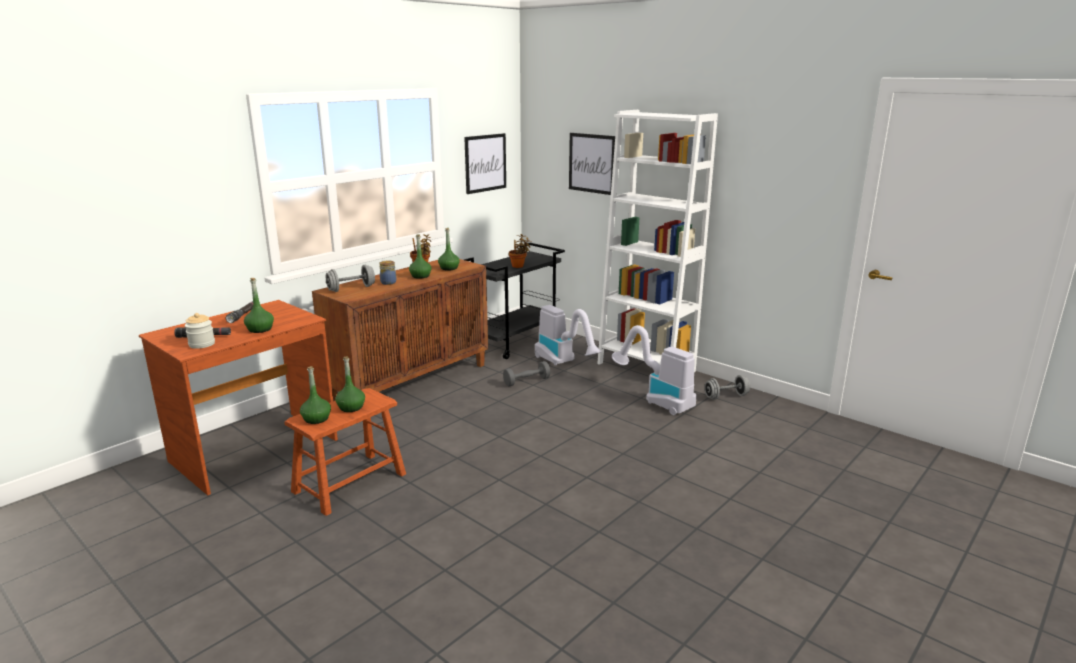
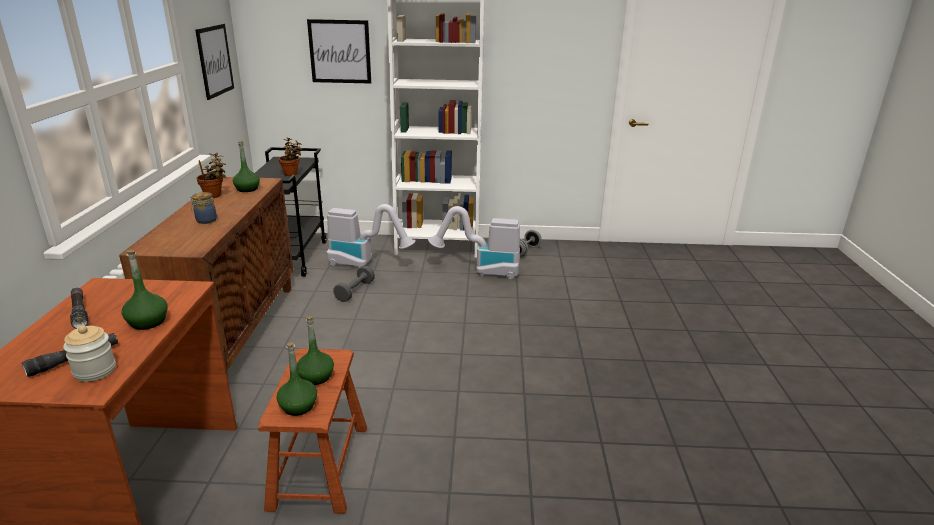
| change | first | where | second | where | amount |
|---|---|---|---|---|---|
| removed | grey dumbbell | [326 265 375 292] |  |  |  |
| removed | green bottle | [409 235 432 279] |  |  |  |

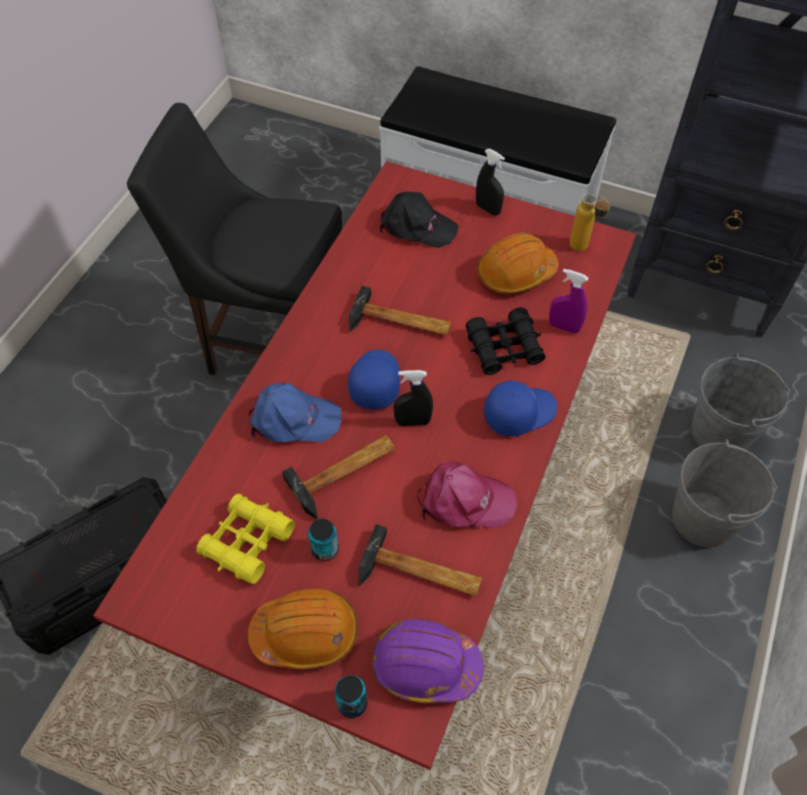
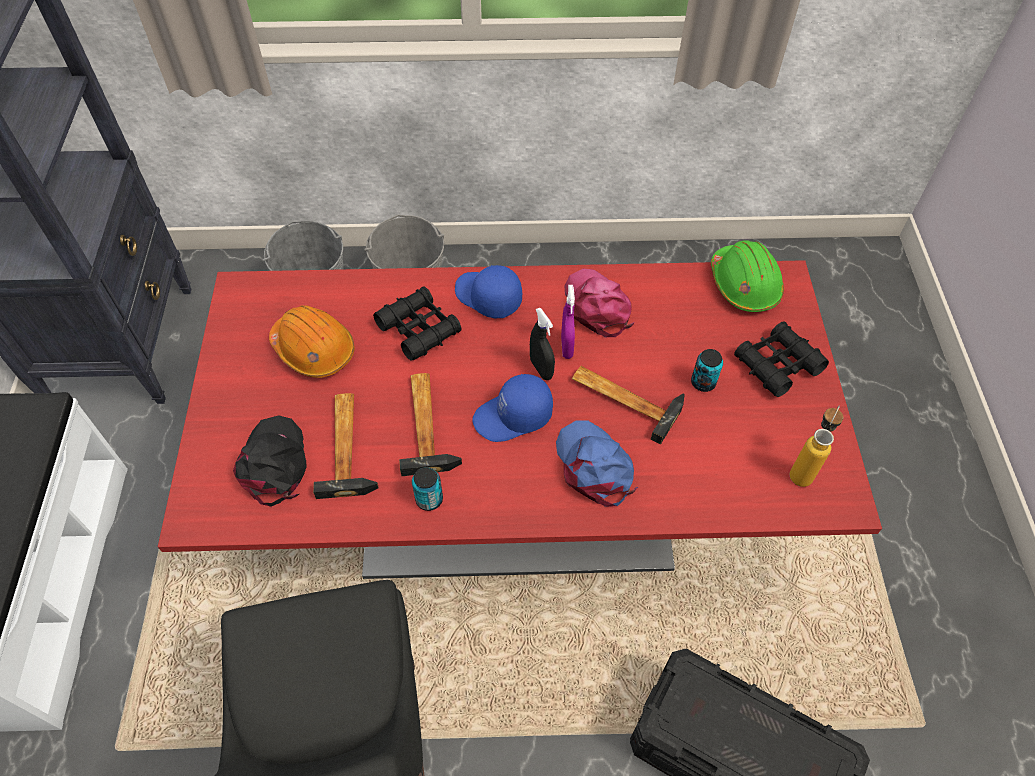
| change | first | where | second | where | amount |
|---|---|---|---|---|---|
| removed | yellow binoculars | [196 494 295 584] |  |  |  |
| removed | black spray bottle | [476 149 505 215] |  |  |  |
| moved | can | [335 675 367 718] |  | [412 467 443 511] |  |
| moved | hammer | [359 524 482 597] |  | [313 393 378 499] |  |
| moved | purple spray bottle | [549 269 588 334] |  | [561 285 575 359] |  |
| moved | bottle | [569 193 610 251] |  | [790 405 844 487] |  |
| replaced | orange hard hat | [248 589 358 669] | black binoculars | [734 321 829 397] |  |
| recoloured | purple hard hat | [372 619 484 703] | green hard hat | [711 240 784 312] |  |

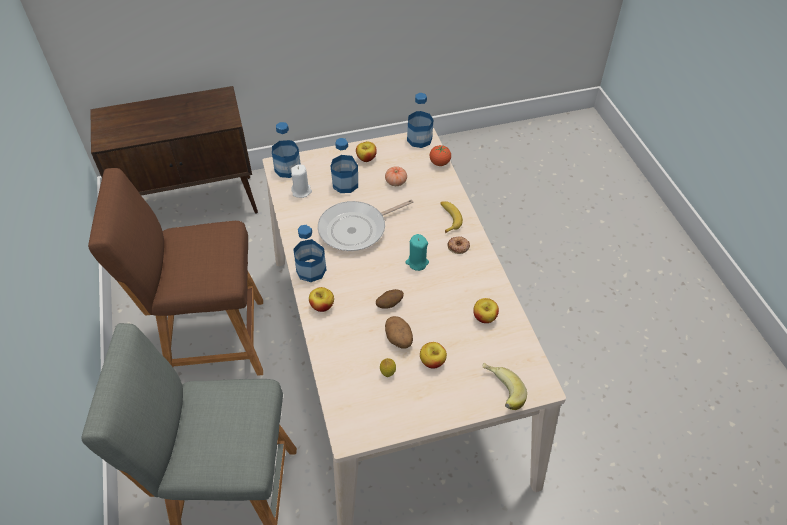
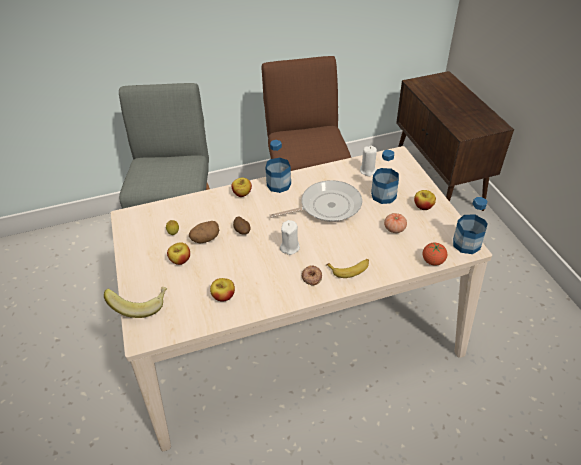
| change | first | where | second | where | amount |
|---|---|---|---|---|---|
| removed | bottle | [272 122 301 178] |  |  |  |
| recoloured | turquoise candle | [405 234 429 271] | white candle | [280 220 300 255] |  |
| turned | frying pan | [318 200 413 251] |  | [270 180 362 222] | 105 degrees clockwise |

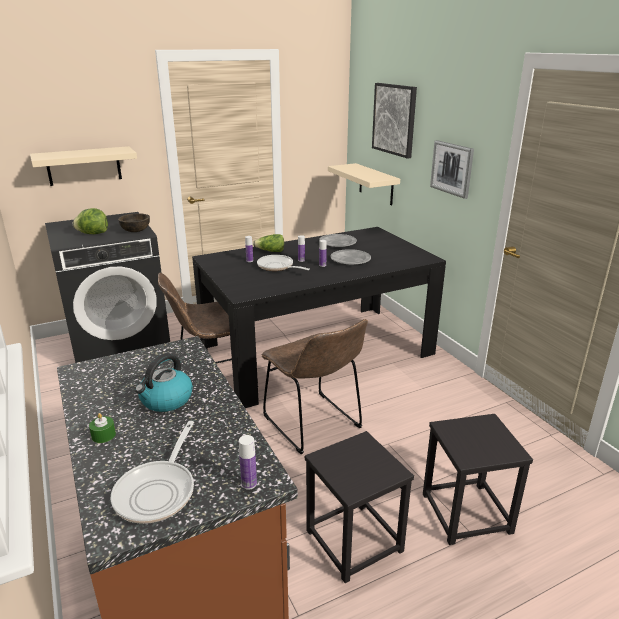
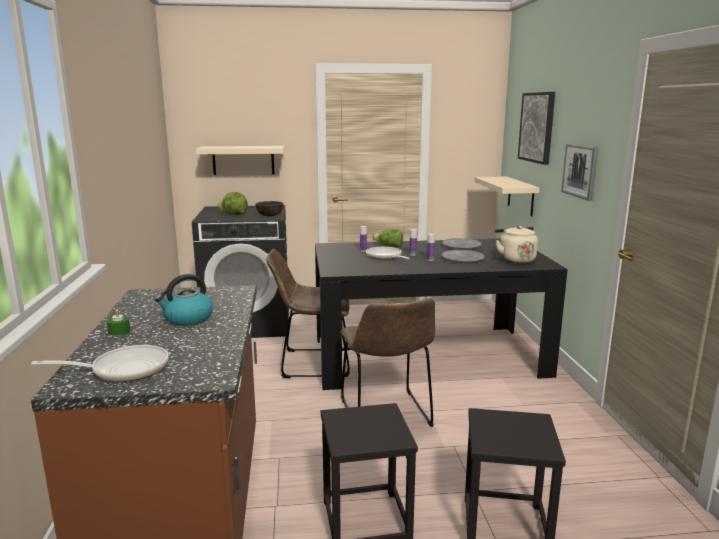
| change | first | where | second | where | amount |
|---|---|---|---|---|---|
| removed | bottle | [239 435 257 490] |  |  |  |
| added |  |  | beige kettle | [495 226 538 263] |  |
| turned | frying pan | [111 421 194 524] |  | [31 345 169 382] | 135 degrees counterclockwise |

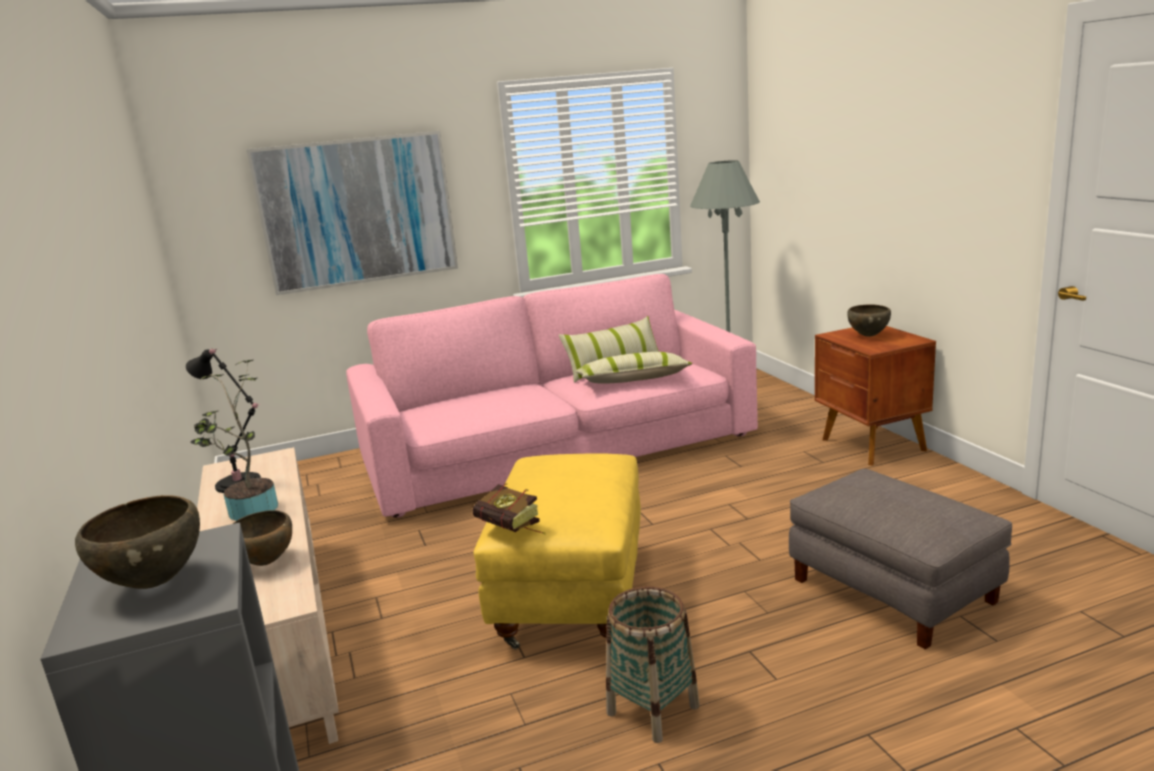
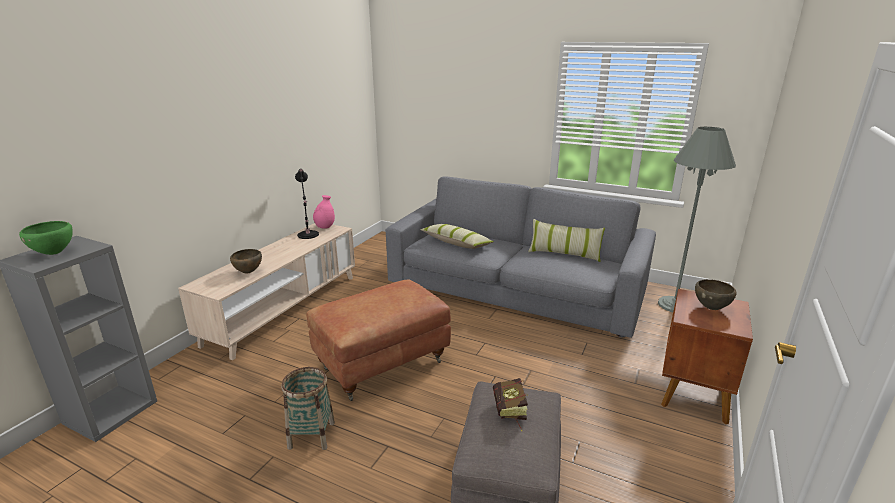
| change | first | where | second | where | amount |
|---|---|---|---|---|---|
| removed | potted plant | [190 360 278 521] |  |  |  |
| removed | picture | [246 131 458 295] |  |  |  |
| added |  |  | pink vase | [313 195 335 229] |  |
| moved | book | [472 483 546 534] |  | [493 378 528 431] |  |
| moved | pillow | [576 352 693 384] |  | [420 224 494 249] |  |
| recoloured | brown bowl | [75 495 200 589] | green bowl | [19 221 73 255] |  |
| recoloured | pink sofa | [346 274 758 518] | grey sofa | [386 177 656 338] |  |
| recoloured | yellow ottoman | [473 453 641 649] | brown ottoman | [306 280 451 401] |  |

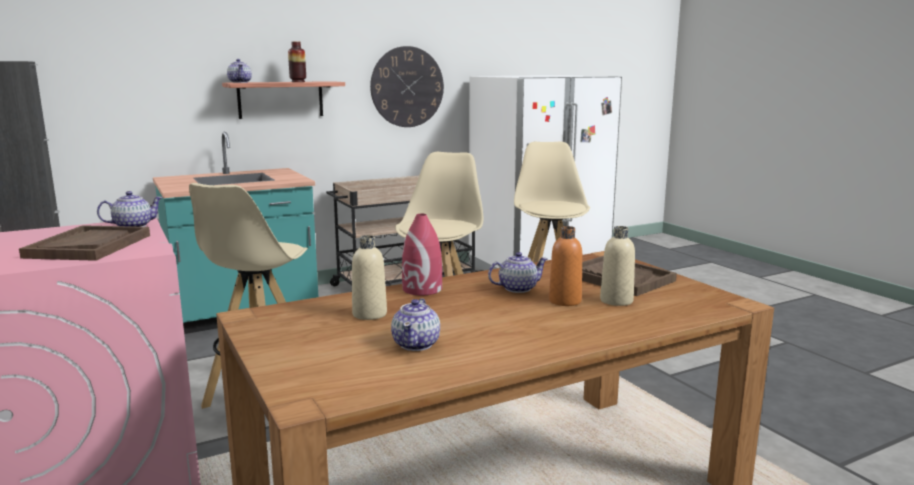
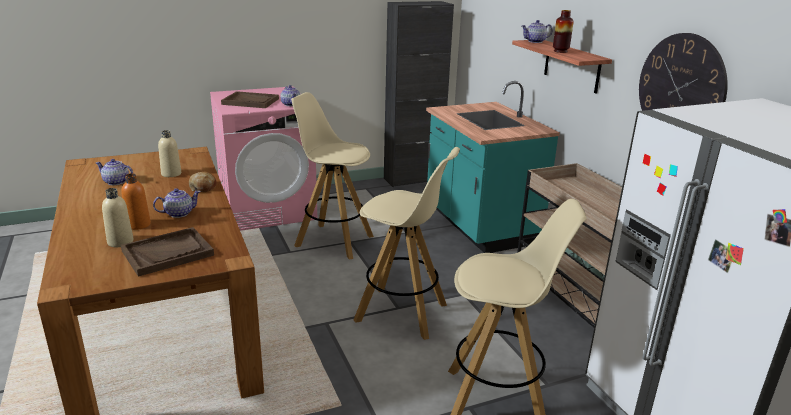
| change | first | where | second | where | amount |
|---|---|---|---|---|---|
| replaced | red vase | [402 214 442 295] | bread | [189 171 217 192] |  |
| turned | teapot | [488 252 548 293] |  | [153 188 201 218] | 105 degrees counterclockwise |

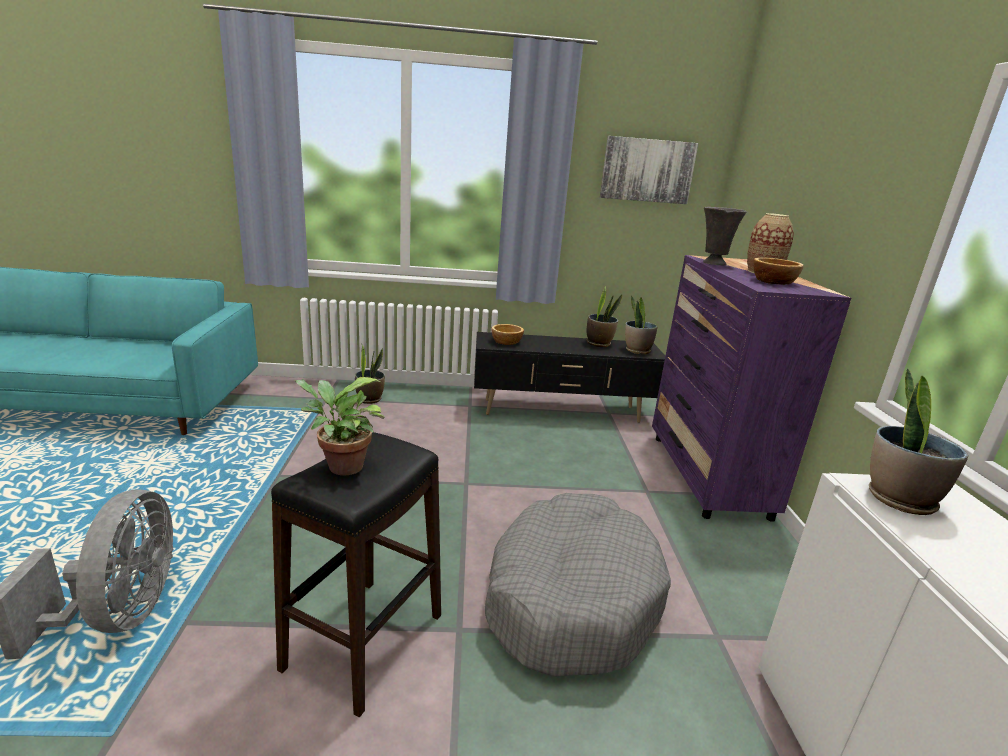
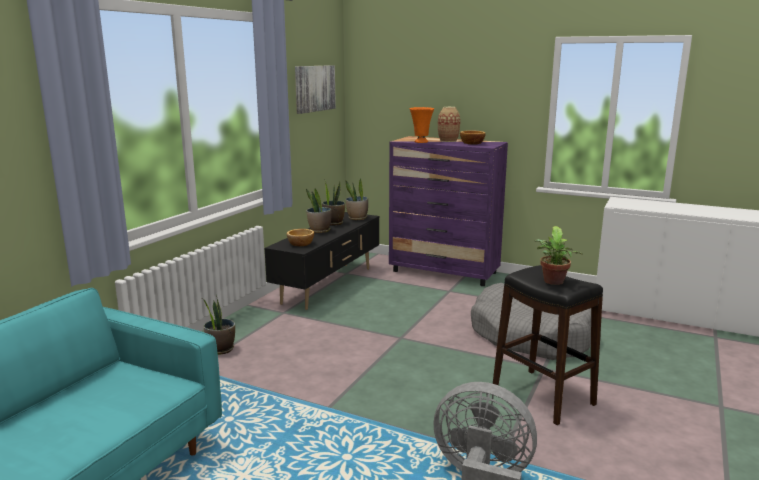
| change | first | where | second | where | amount |
|---|---|---|---|---|---|
| moved | potted plant | [869 368 968 515] |  | [306 188 331 233] |  |
| recoloured | grey vase | [703 207 747 265] | orange vase | [410 107 434 143] |  |

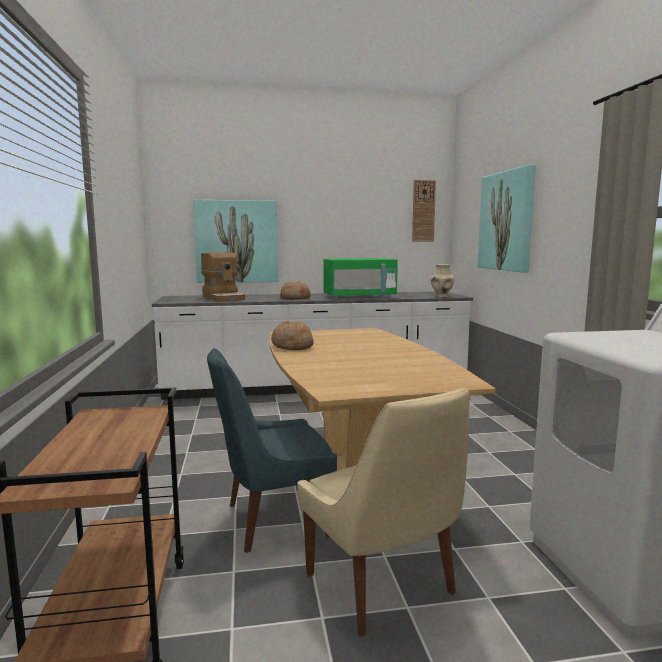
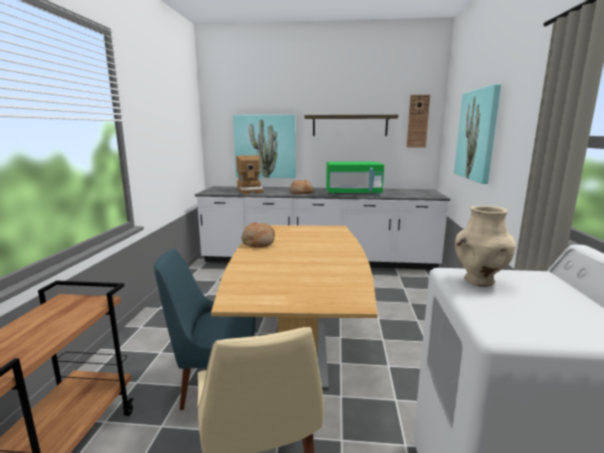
| change | first | where | second | where | amount |
|---|---|---|---|---|---|
| added |  |  | shelf | [304 115 398 136] |  |
| moved | beige vase | [431 264 454 298] |  | [455 206 516 287] |  |

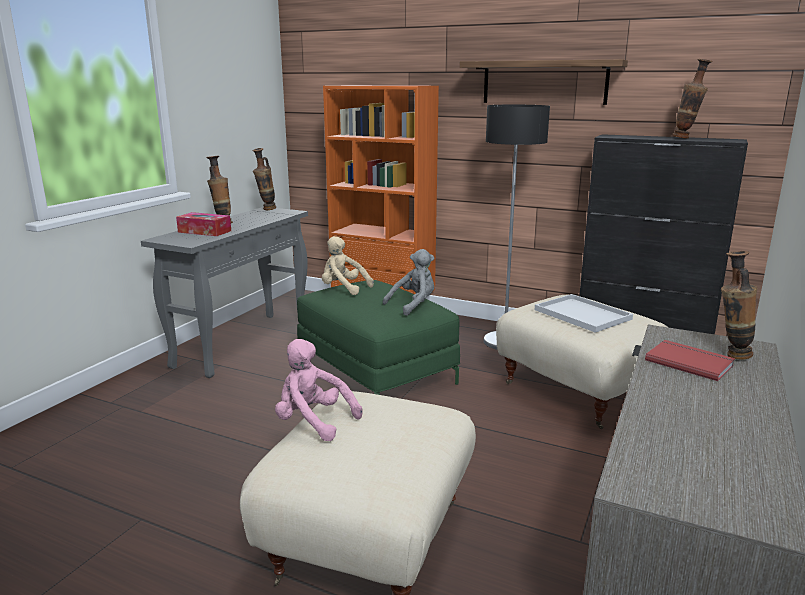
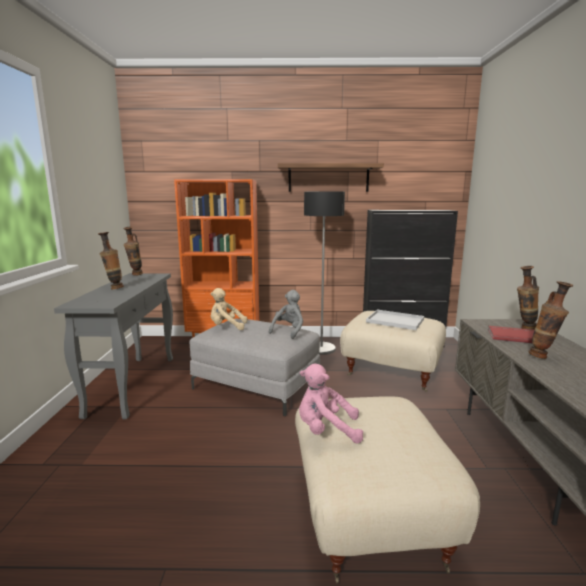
| change | first | where | second | where | amount |
|---|---|---|---|---|---|
| removed | tissue box | [176 212 231 236] |  |  |  |
| moved | vase | [672 59 713 139] |  | [529 281 573 359] |  |
| recoloured | green ottoman | [297 280 460 395] | grey ottoman | [190 319 320 416] |  |

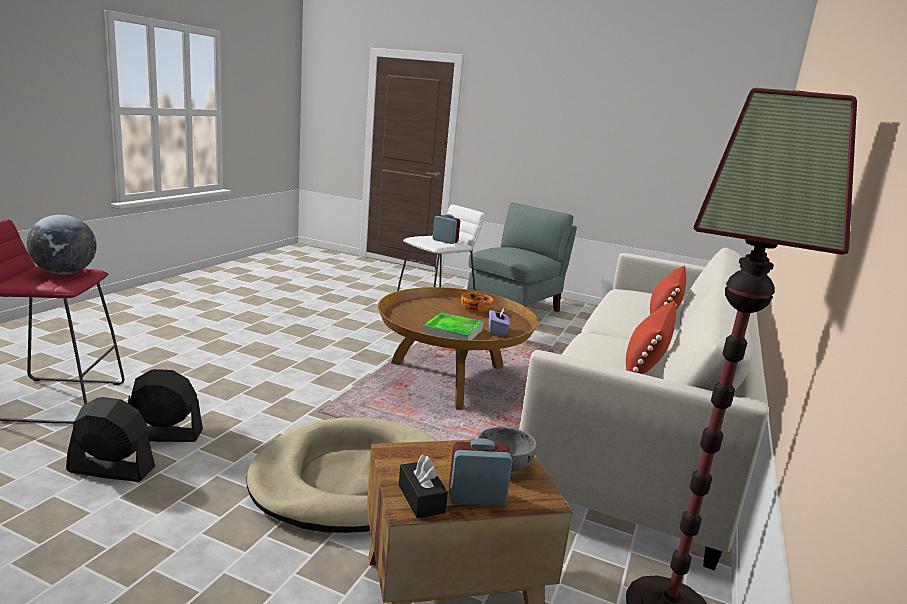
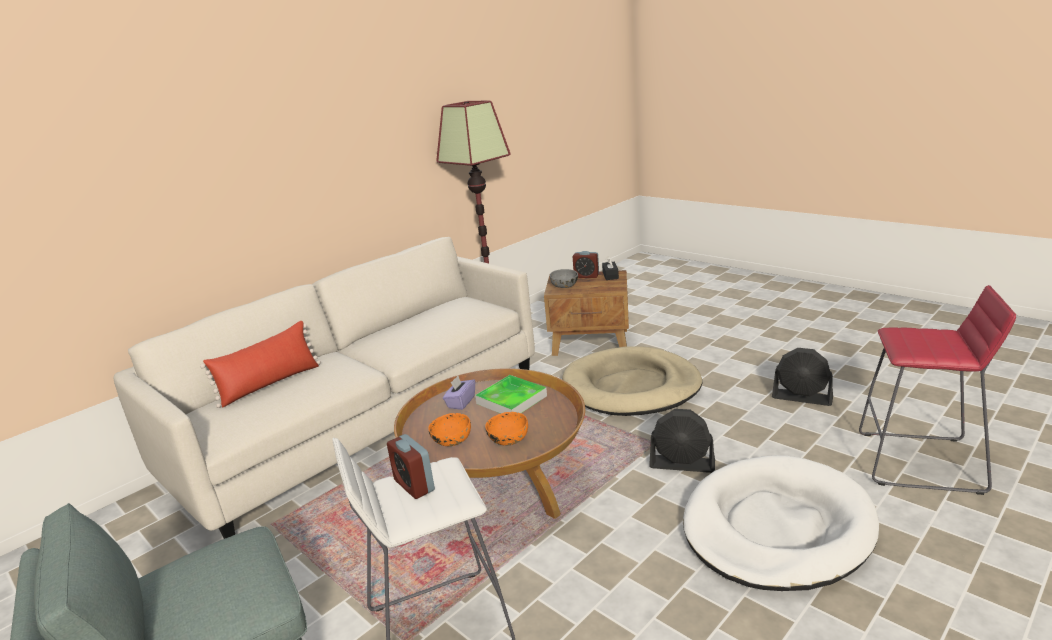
| change | first | where | second | where | amount |
|---|---|---|---|---|---|
| removed | globe | [27 215 97 275] |  |  |  |
| removed | red pillow | [626 301 677 374] |  |  |  |
| added |  |  | orange bowl | [485 412 528 446] |  |
| added |  |  | white dog bed | [683 455 879 591] |  |
| moved | black fan | [128 369 203 442] |  | [649 409 715 473] |  |

